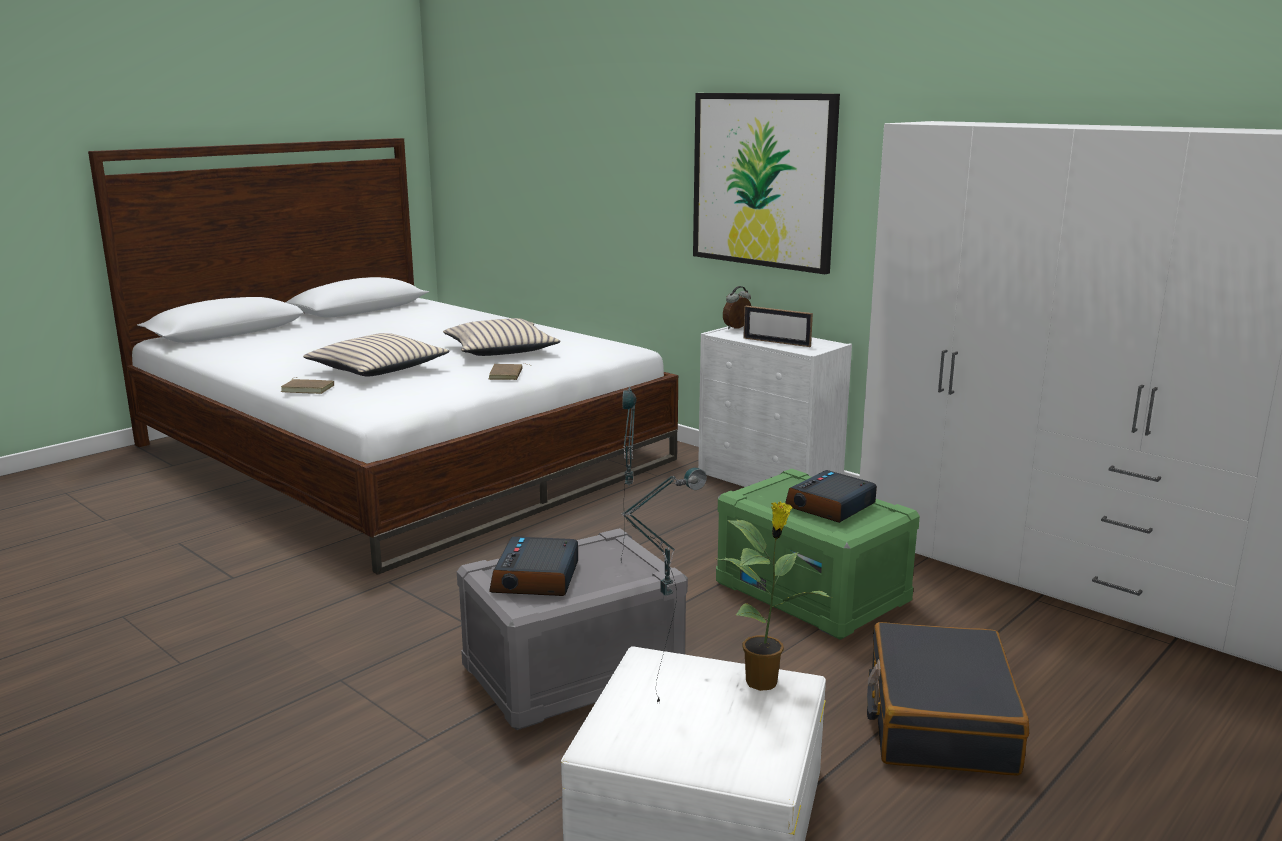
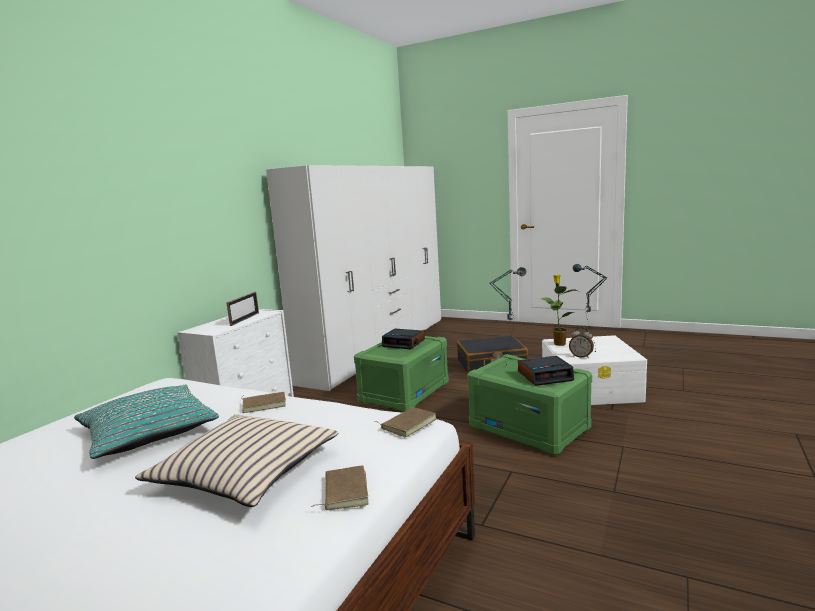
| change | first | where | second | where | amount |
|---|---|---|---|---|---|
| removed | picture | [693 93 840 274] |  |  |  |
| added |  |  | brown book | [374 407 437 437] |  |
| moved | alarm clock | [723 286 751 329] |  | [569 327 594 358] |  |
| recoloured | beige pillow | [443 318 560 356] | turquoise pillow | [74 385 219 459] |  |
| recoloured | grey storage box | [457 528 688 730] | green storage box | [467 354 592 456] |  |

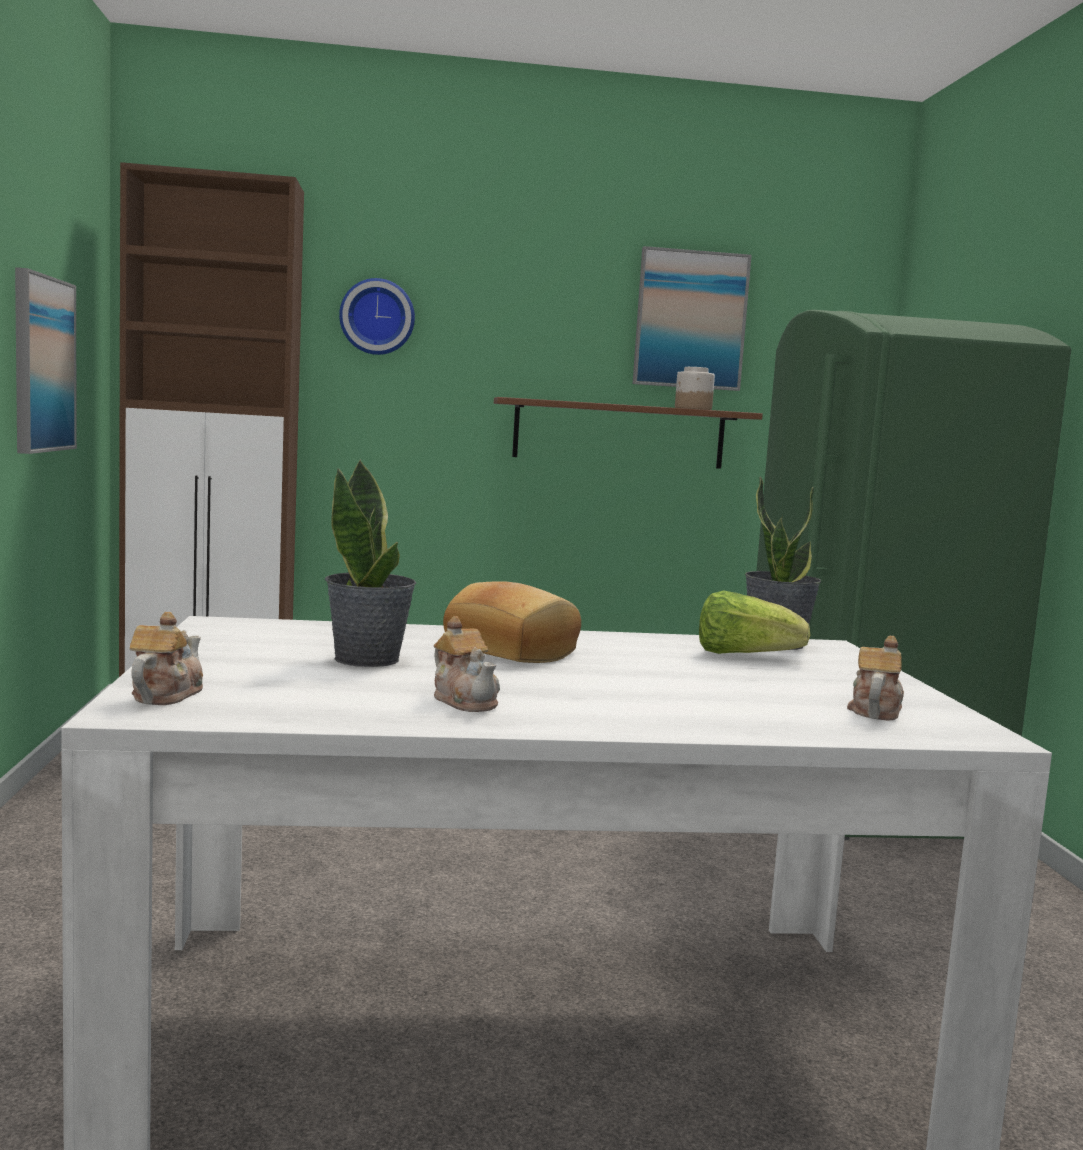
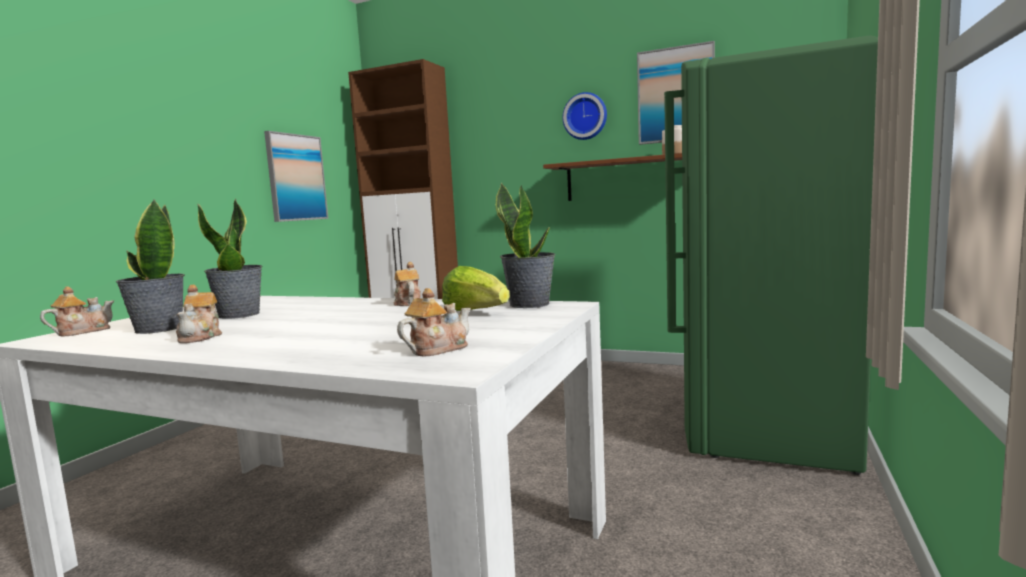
| change | first | where | second | where | amount |
|---|---|---|---|---|---|
| removed | bread | [443 581 581 663] |  |  |  |
| added |  |  | potted plant | [115 200 185 334] |  |
| added |  |  | teapot | [393 262 421 306] |  |
| moved | wall clock | [339 278 415 355] |  | [562 92 607 140] |  |

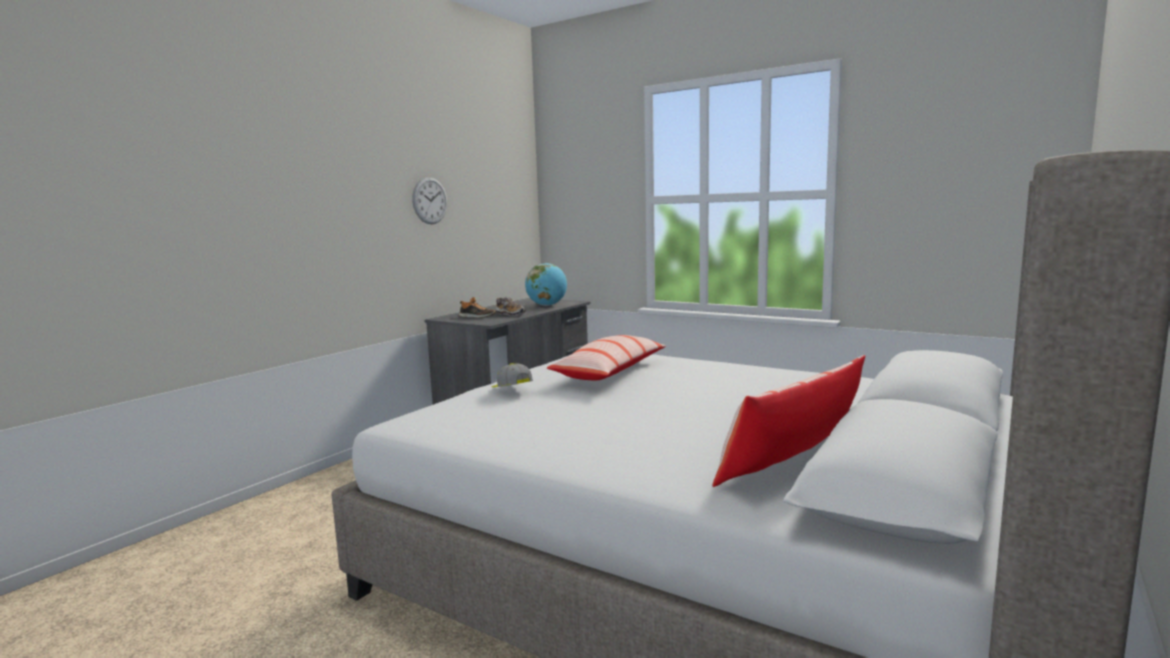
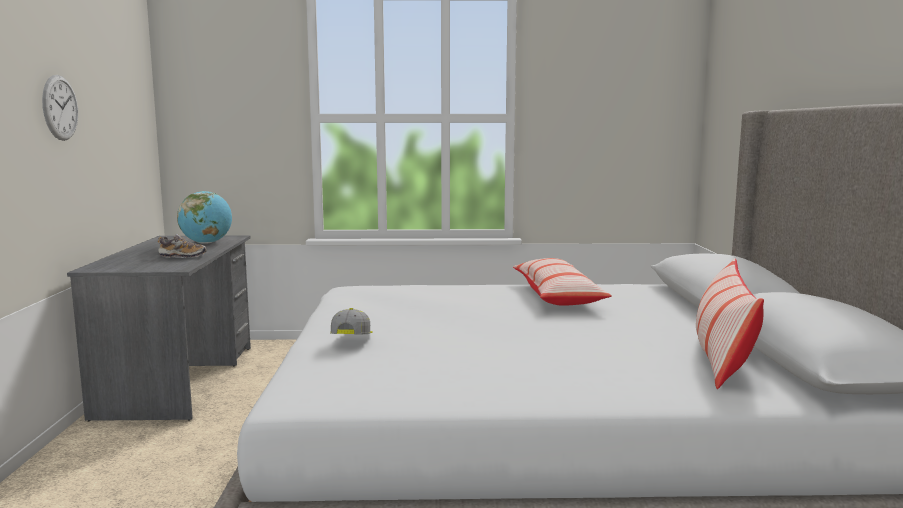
| change | first | where | second | where | amount |
|---|---|---|---|---|---|
| removed | shoe | [459 297 496 318] |  |  |  |
| moved | pillow | [547 335 666 380] |  | [513 258 612 306] |  |
| turned | cap | [492 363 533 387] |  | [330 308 373 335] | 75 degrees clockwise |

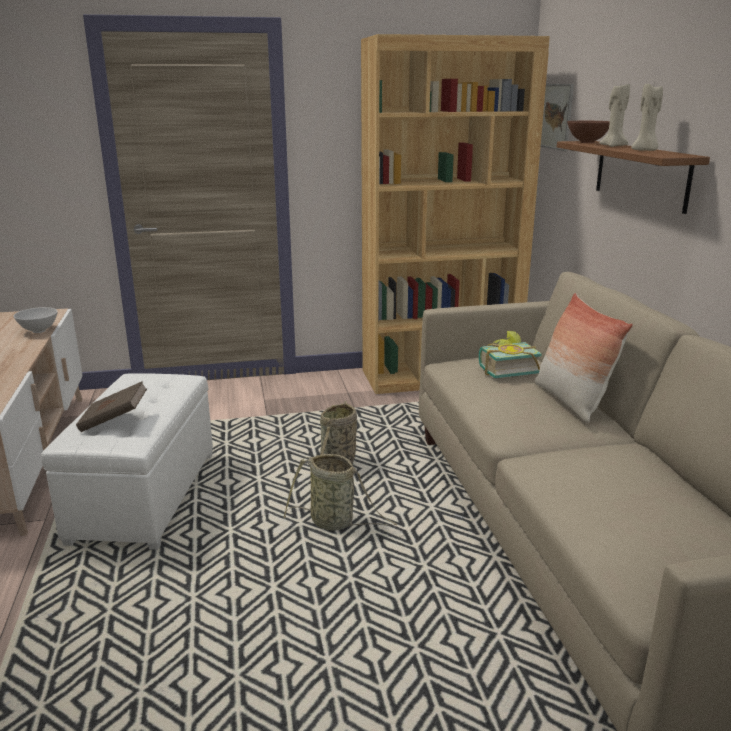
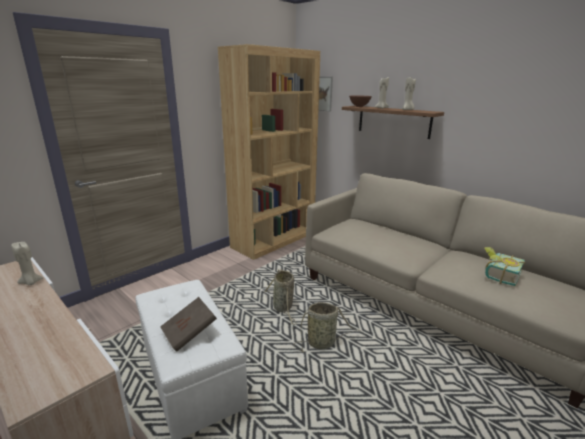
| change | first | where | second | where | amount |
|---|---|---|---|---|---|
| removed | pillow | [535 293 633 423] |  |  |  |
| moved | book | [479 331 542 378] |  | [485 247 525 286] |  |
| replaced | white bowl | [14 307 58 333] | beige candle | [11 242 43 285] |  |

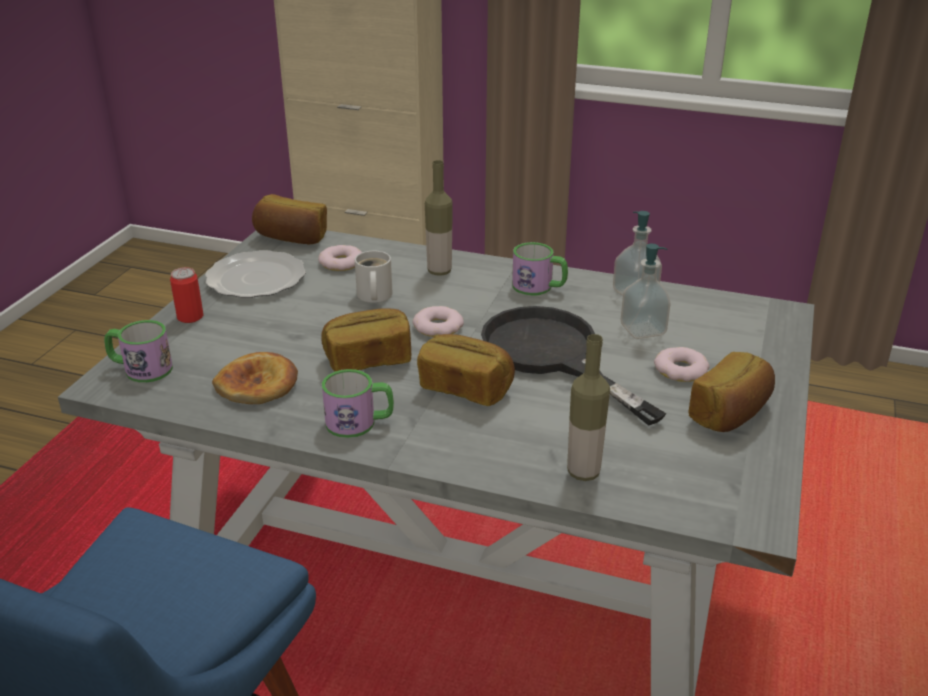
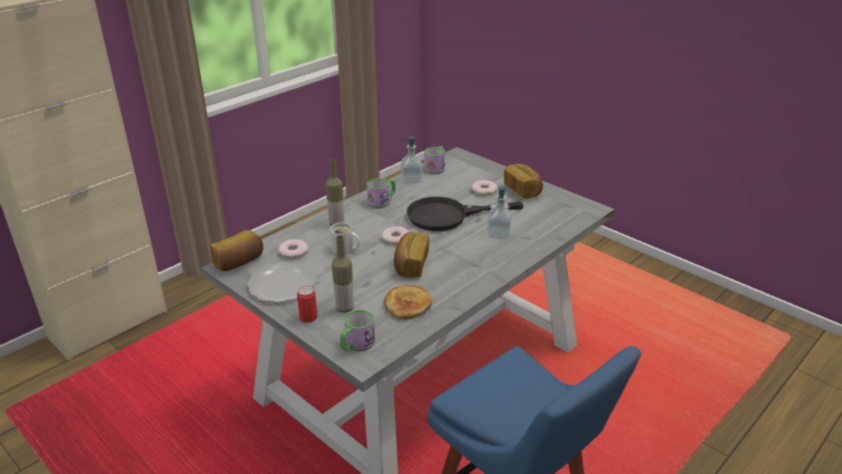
| change | first | where | second | where | amount |
|---|---|---|---|---|---|
| removed | bread | [417 334 515 406] |  |  |  |
| moved | mug | [322 369 394 438] |  | [424 146 445 174] |  |
| moved | bottle | [567 334 610 481] |  | [332 236 354 313] |  |
| moved | soap dispenser | [621 244 670 339] |  | [487 186 512 239] |  |

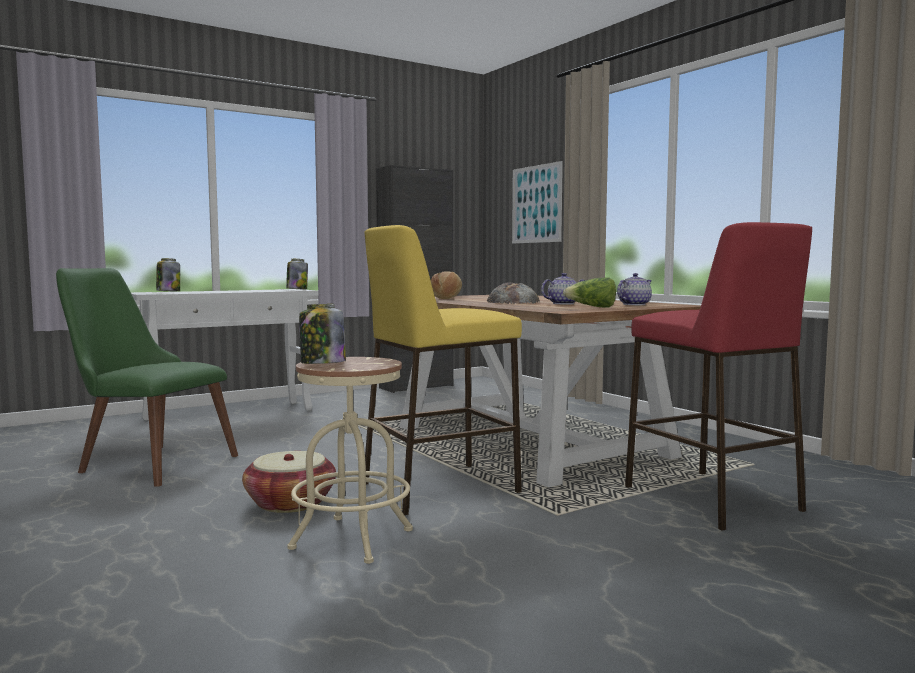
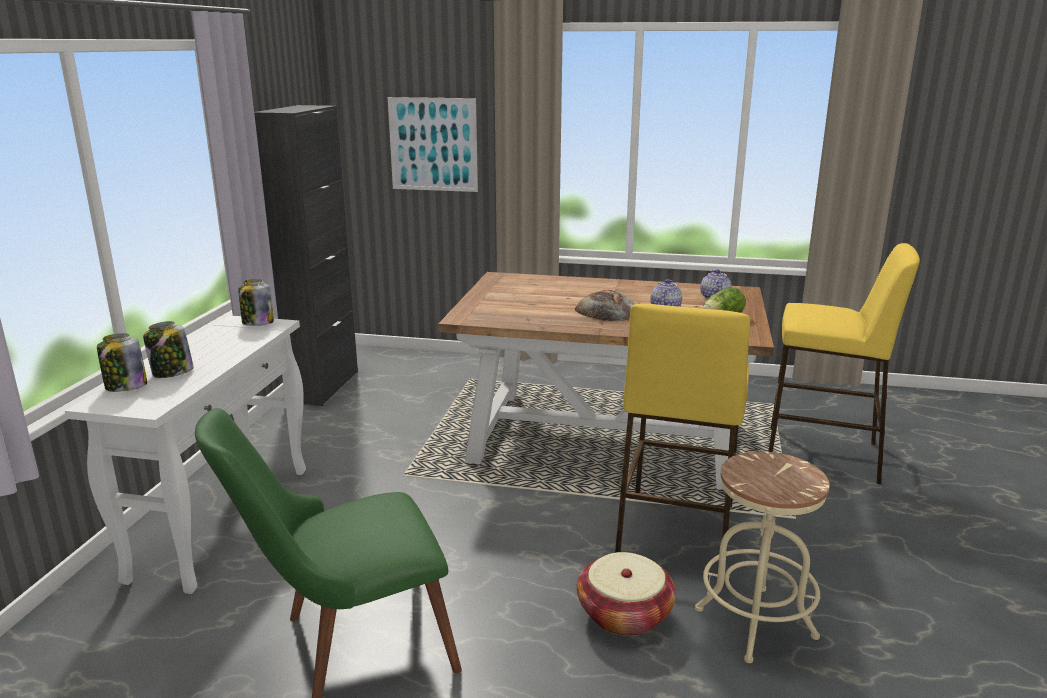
| change | first | where | second | where | amount |
|---|---|---|---|---|---|
| removed | bread | [431 272 462 299] |  |  |  |
| moved | jar | [299 304 346 364] |  | [143 321 194 378] |  |
| recoloured | red stool | [625 222 812 531] | yellow stool | [768 243 920 484] |  |

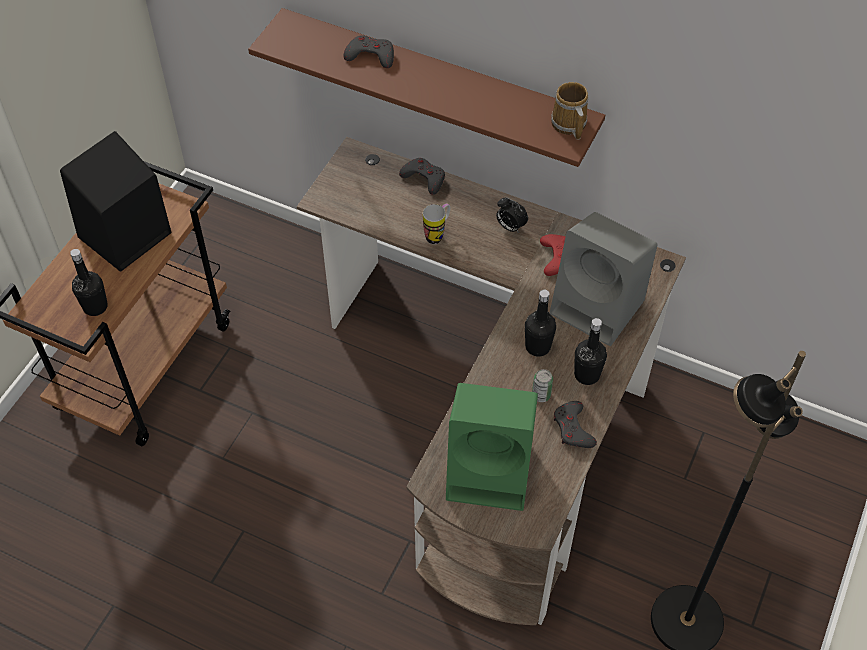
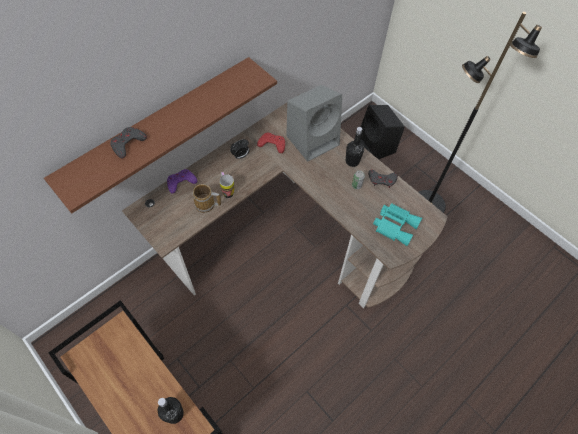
| change | first | where | second | where | amount |
|---|---|---|---|---|---|
| removed | black bottle | [525 289 556 357] |  |  |  |
| moved | black speaker | [60 131 171 272] |  | [360 105 405 159] |  |
| moved | mug | [551 82 588 140] |  | [193 184 221 213] |  |
| replaced | green speaker | [446 383 538 511] | turquoise binoculars | [373 203 422 246] |  |
| recoloured | grey game controller | [399 158 445 195] | purple game controller | [167 169 197 194] |  |

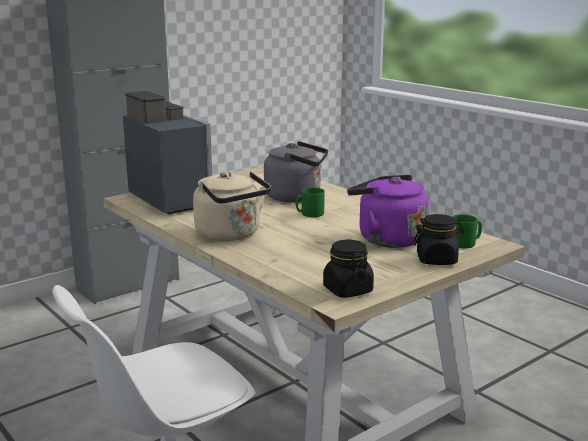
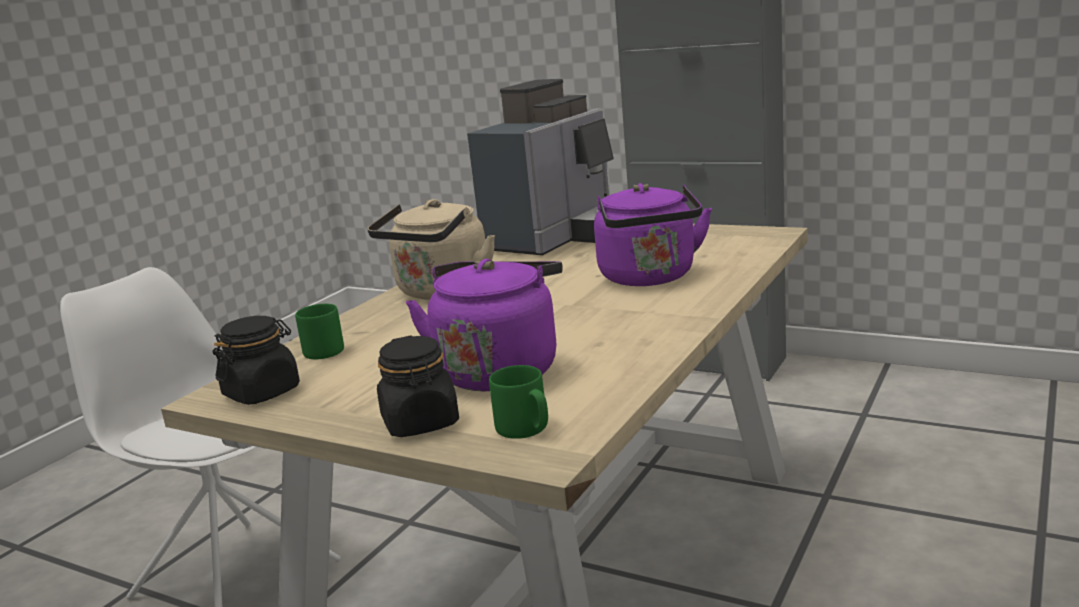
| change | first | where | second | where | amount |
|---|---|---|---|---|---|
| moved | green mug | [296 187 325 217] |  | [295 304 344 359] |  |
| recoloured | grey kettle | [264 141 328 202] | purple kettle | [594 183 712 286] |  |

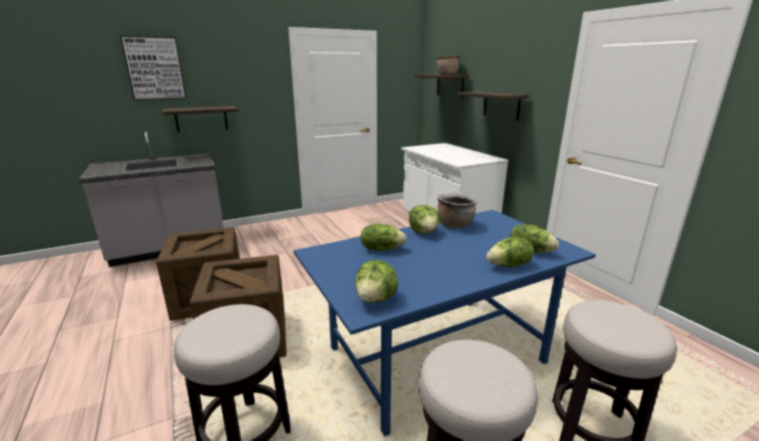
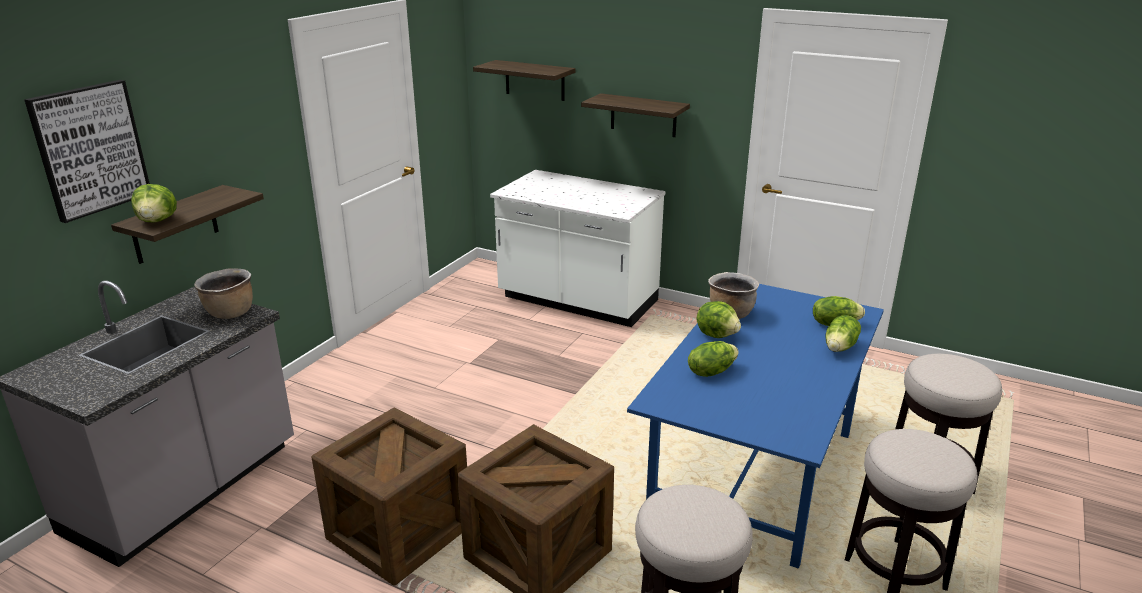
| change | first | where | second | where | amount |
|---|---|---|---|---|---|
| moved | lettuce | [355 260 398 303] |  | [131 184 177 222] |  |
| moved | brown cooking pot | [436 55 460 75] |  | [194 268 253 319] |  |

